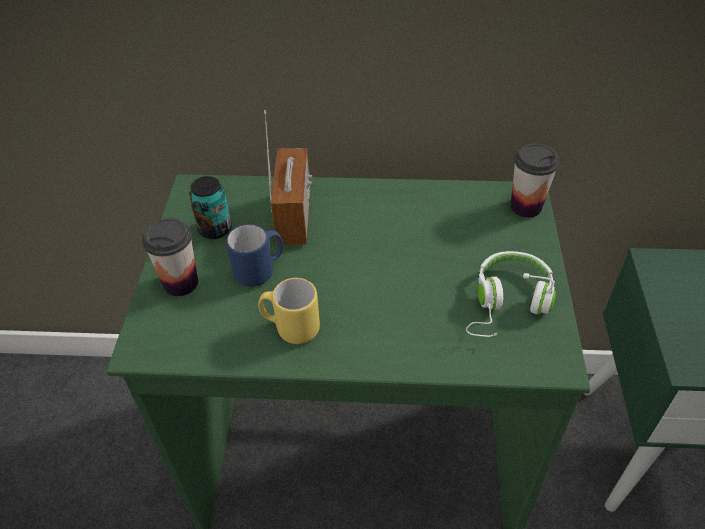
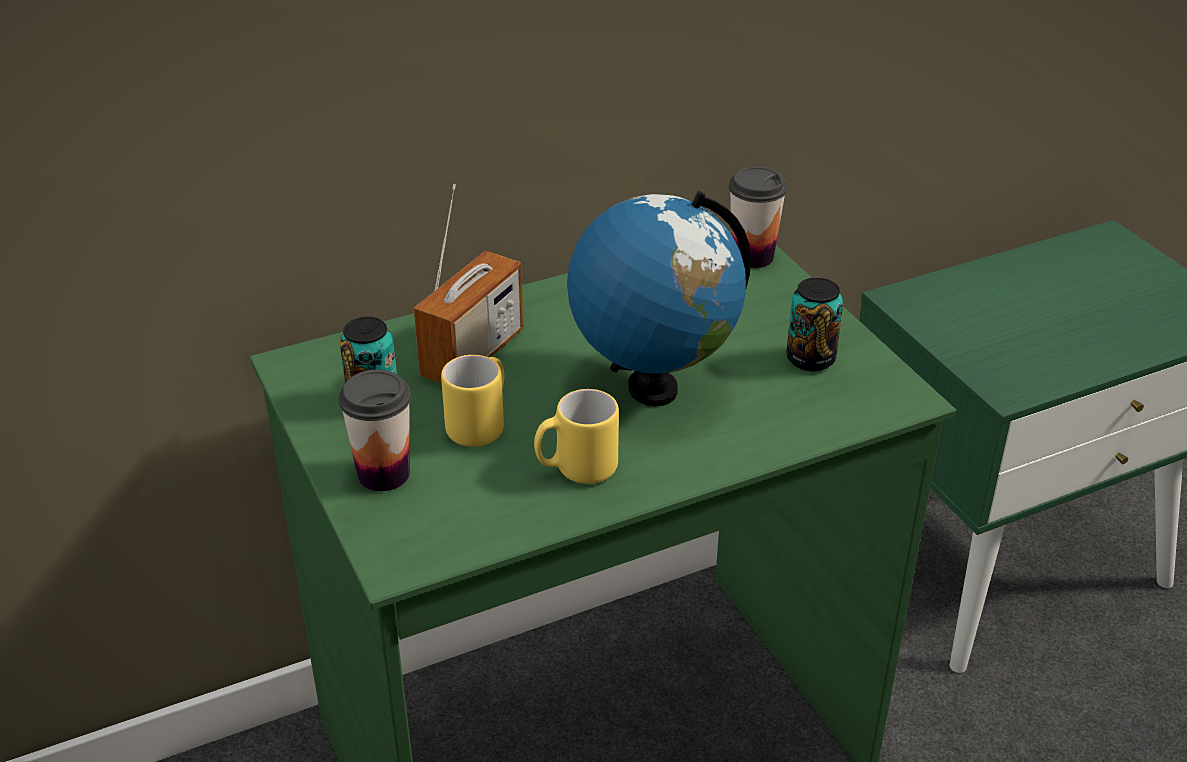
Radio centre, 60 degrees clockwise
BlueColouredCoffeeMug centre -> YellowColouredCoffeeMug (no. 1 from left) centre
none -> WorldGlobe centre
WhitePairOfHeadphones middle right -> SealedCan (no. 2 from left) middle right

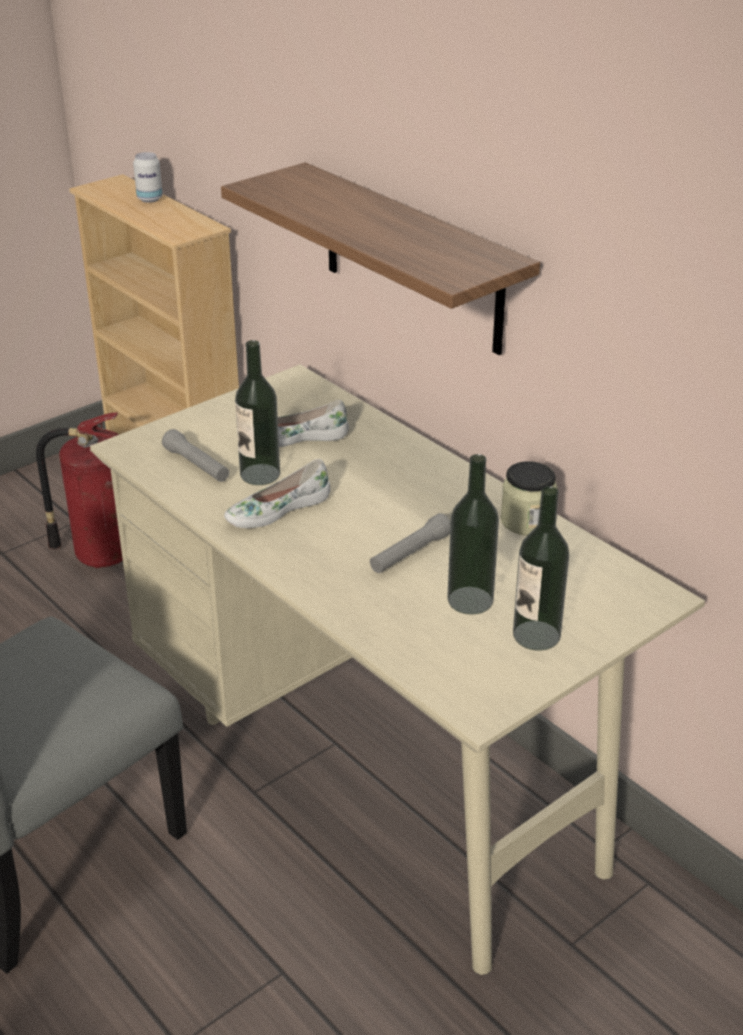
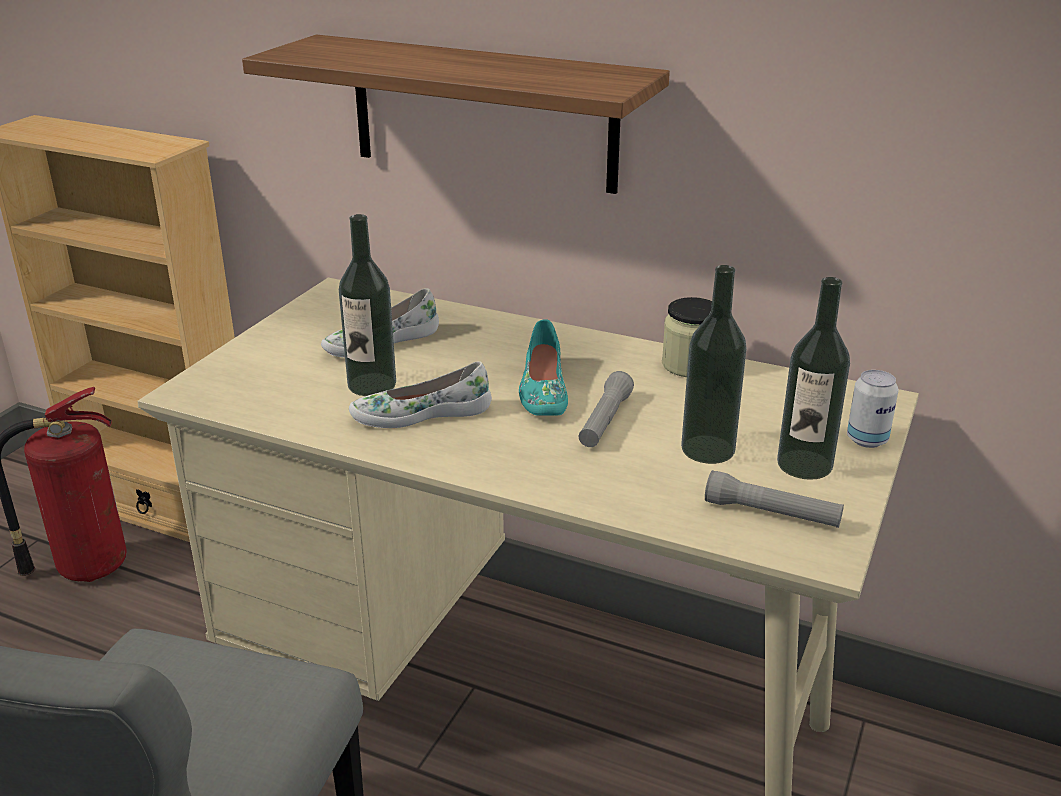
WhiteShoe (no. 1 from left in the first image) centre -> WhiteShoe (no. 2 from left) centre, 45 degrees clockwise
none -> BlueGreenShoe centre
GreyishTorch (no. 1 from left in the first image) middle left -> GreyishTorch (no. 2 from left) middle right, shifted
SealedCan top left -> SealedCan middle right, shifted

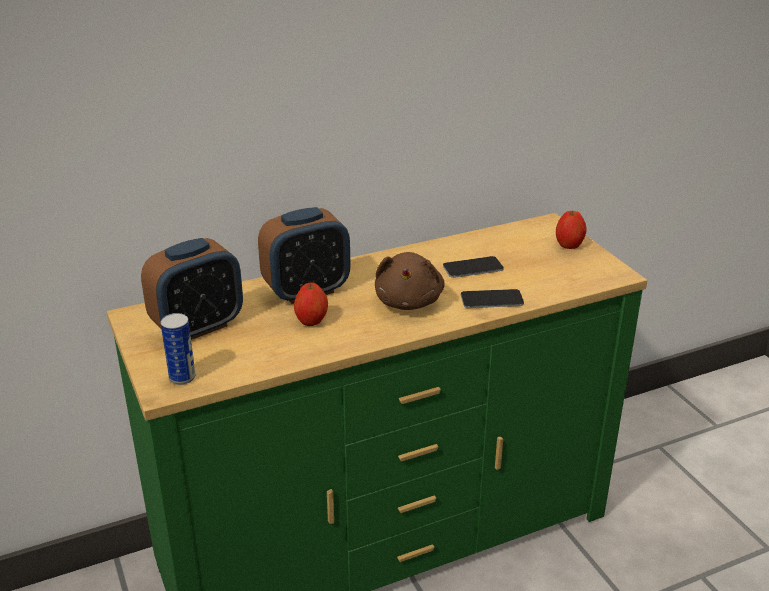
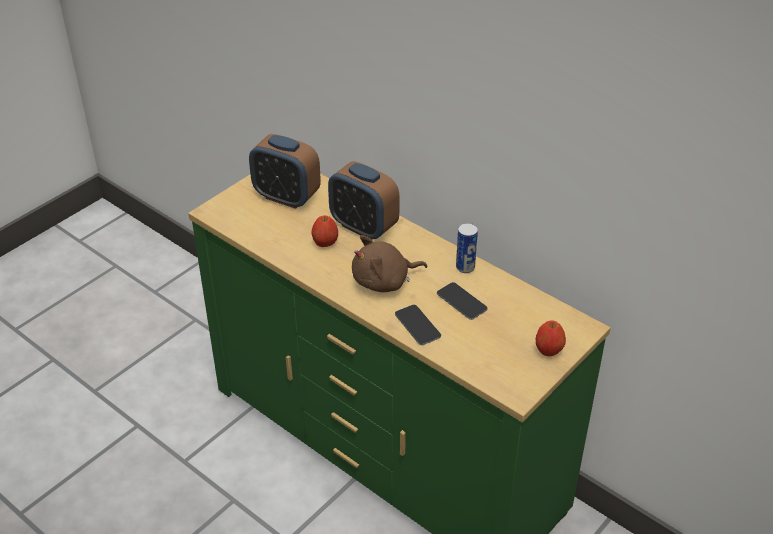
SealedCan middle left -> SealedCan centre, shifted

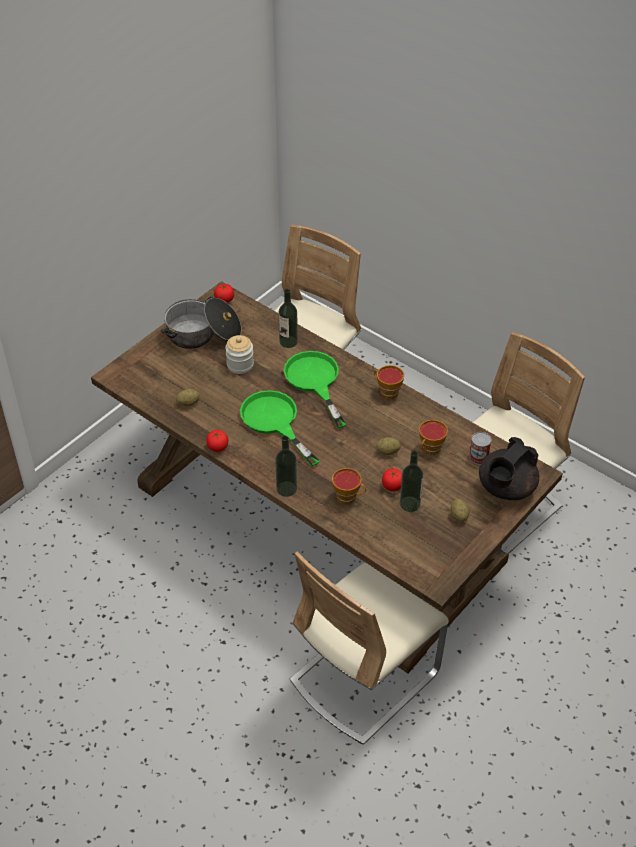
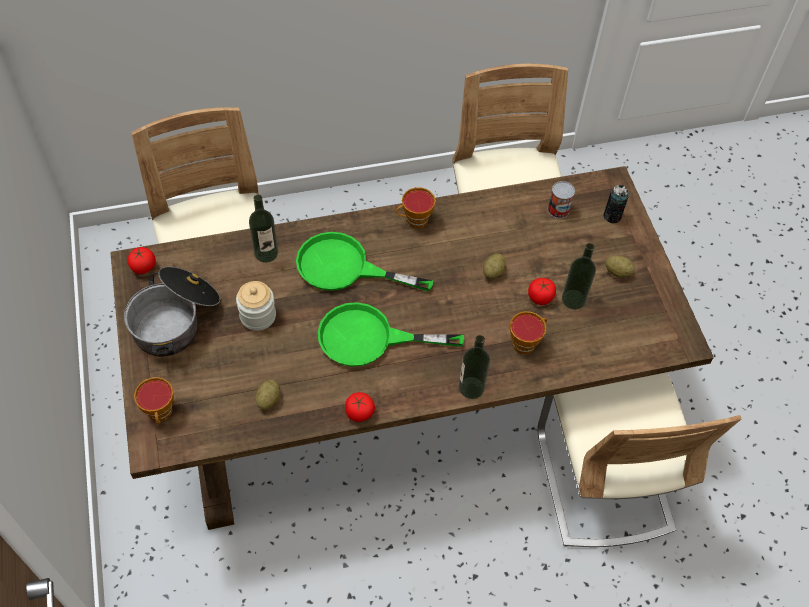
Cup (no. 3 from left in the first image) middle right -> Cup (no. 1 from left) middle left, shifted
BlackishPotForTea middle right -> SealedCan (no. 2 from left) middle right

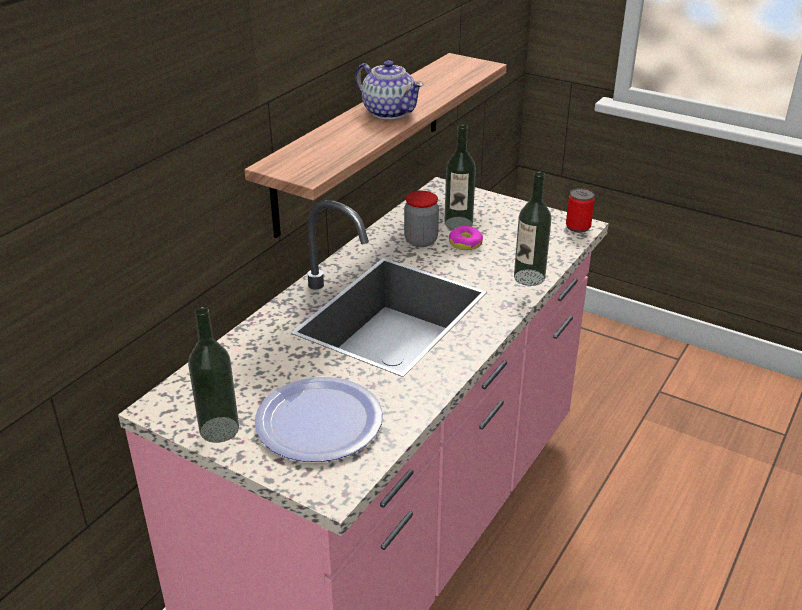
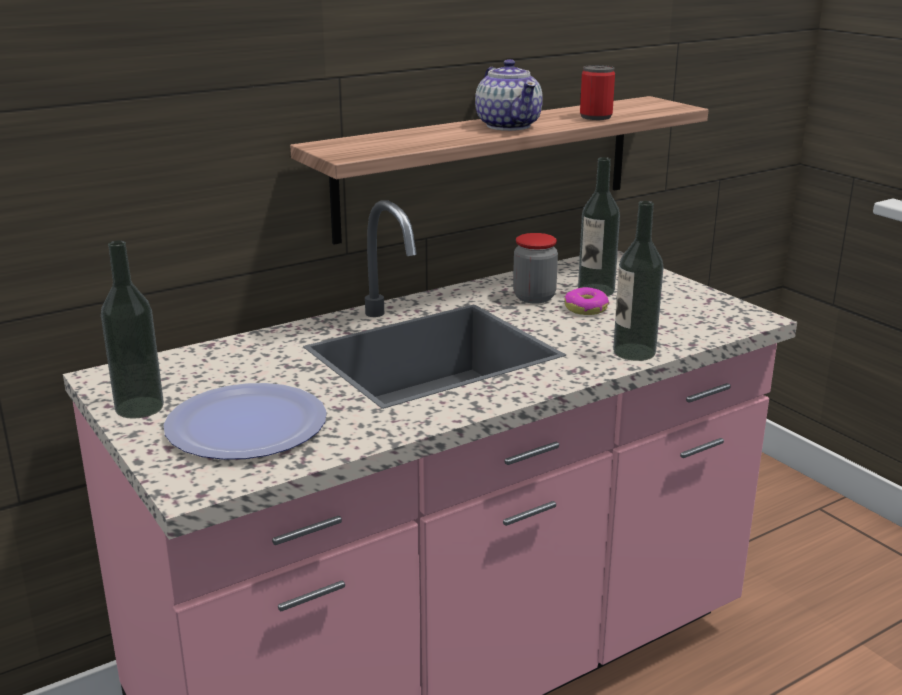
SealedCan middle right -> SealedCan top centre, shifted

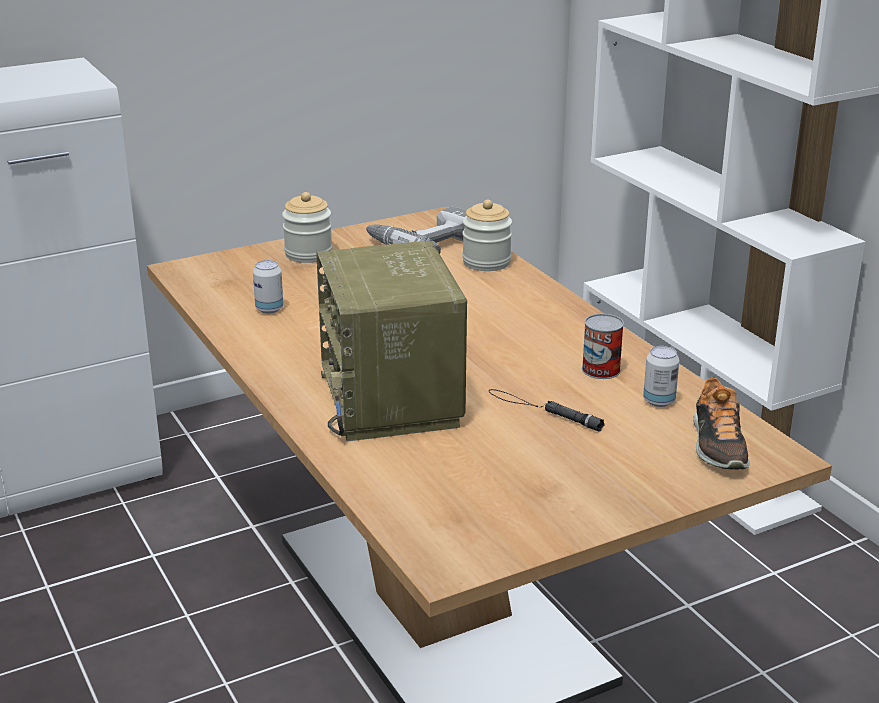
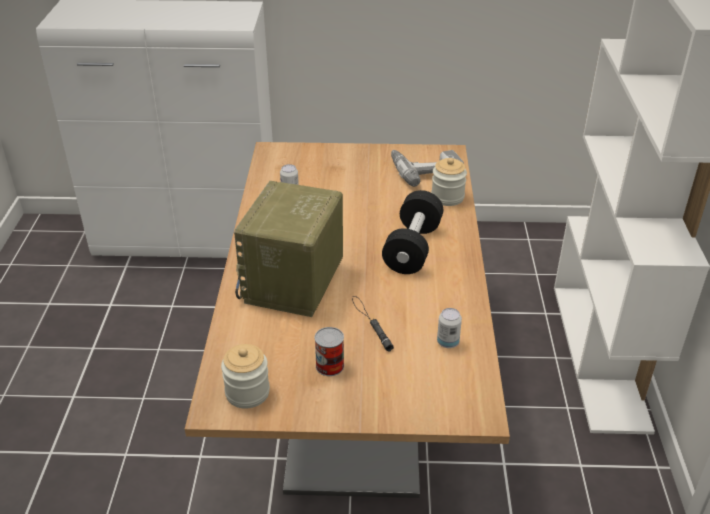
PreserveJar (no. 1 from left) top centre -> PreserveJar (no. 1 from left) bottom centre, shifted
SealedCan (no. 2 from left) middle right -> SealedCan (no. 2 from left) bottom centre, shifted
none -> BlackishHandWeight centre
Shoe middle right -> none

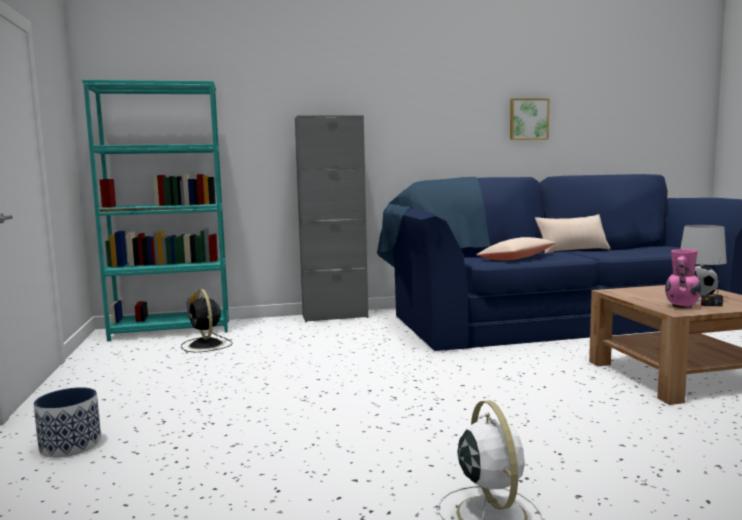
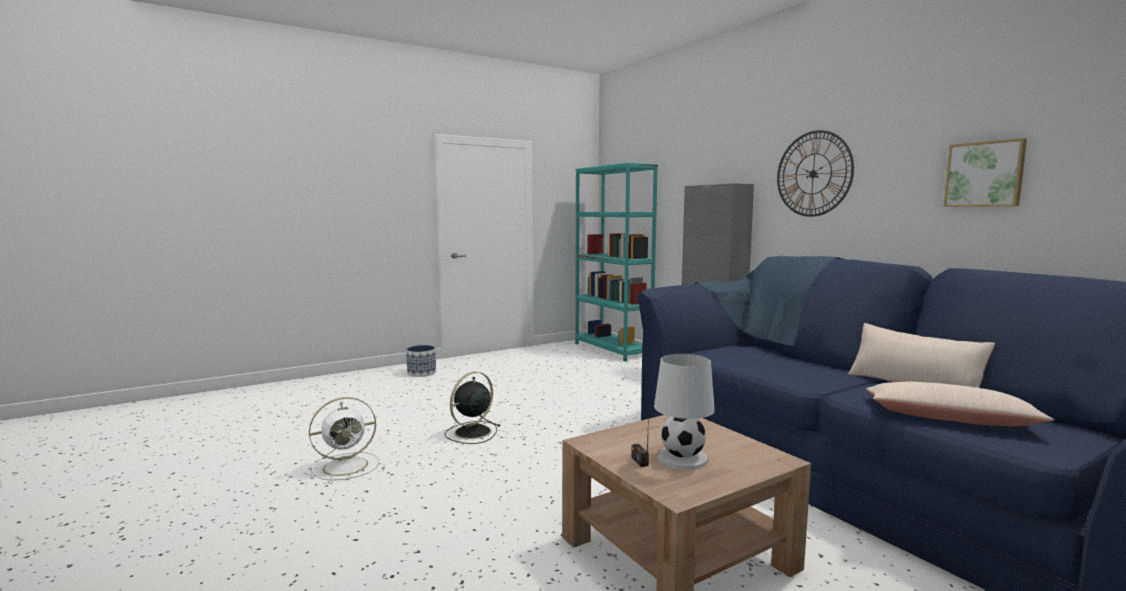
BlackishElectricFan middle left -> BlackishElectricFan bottom centre, shifted
none -> WallClock top right
SandColouredThrowPillow (no. 1 from left in the first image) middle right -> SandColouredThrowPillow (no. 2 from left) bottom right, shifted
PinkishFlowerVase middle right -> none

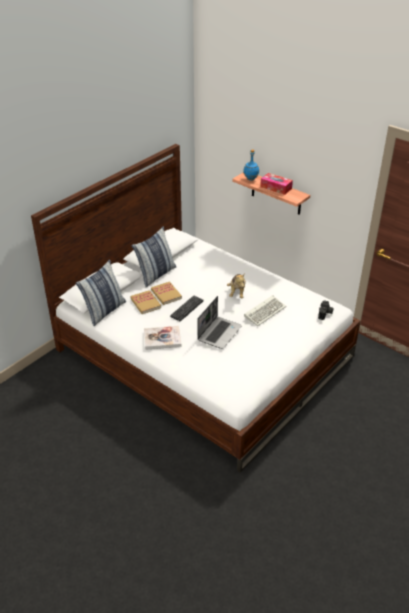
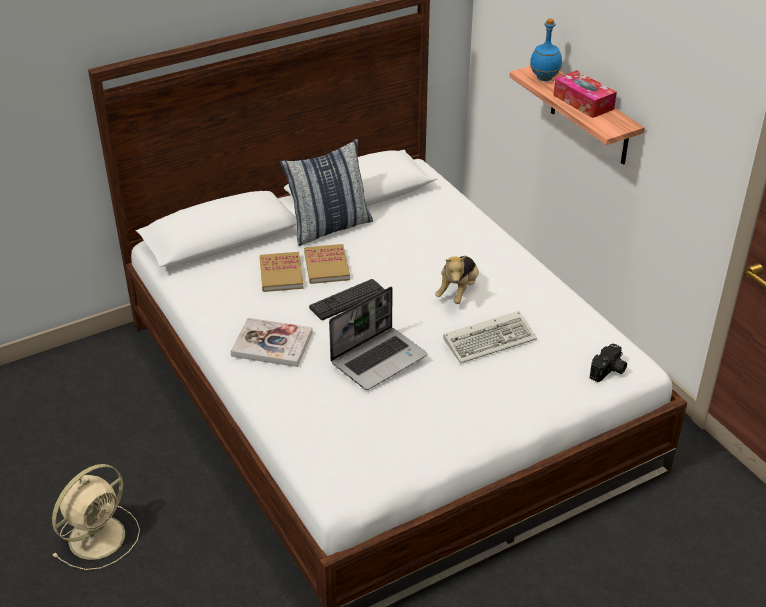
none -> SandColouredElectricFan bottom left
ThrowPillow (no. 1 from left) middle left -> none

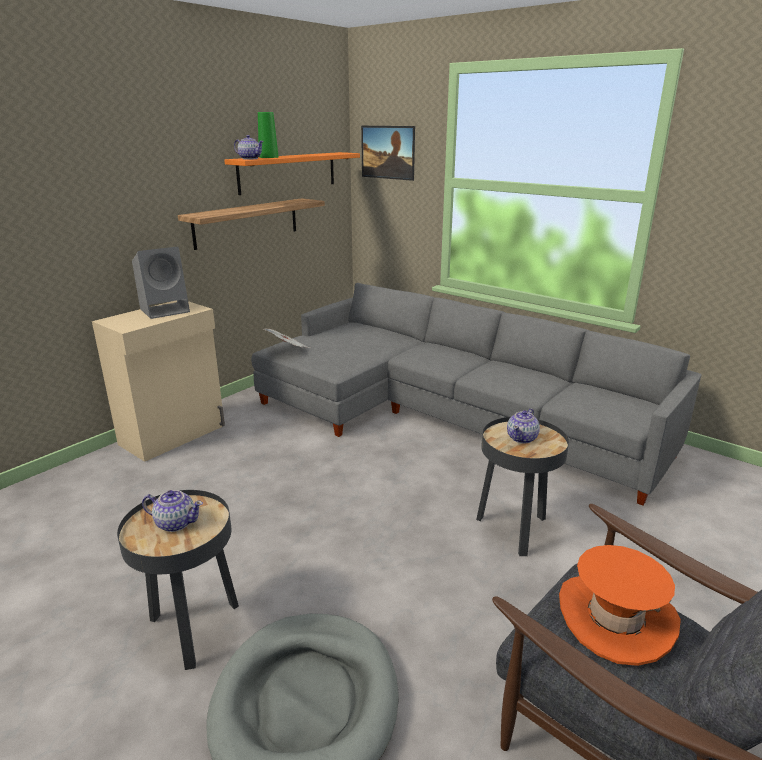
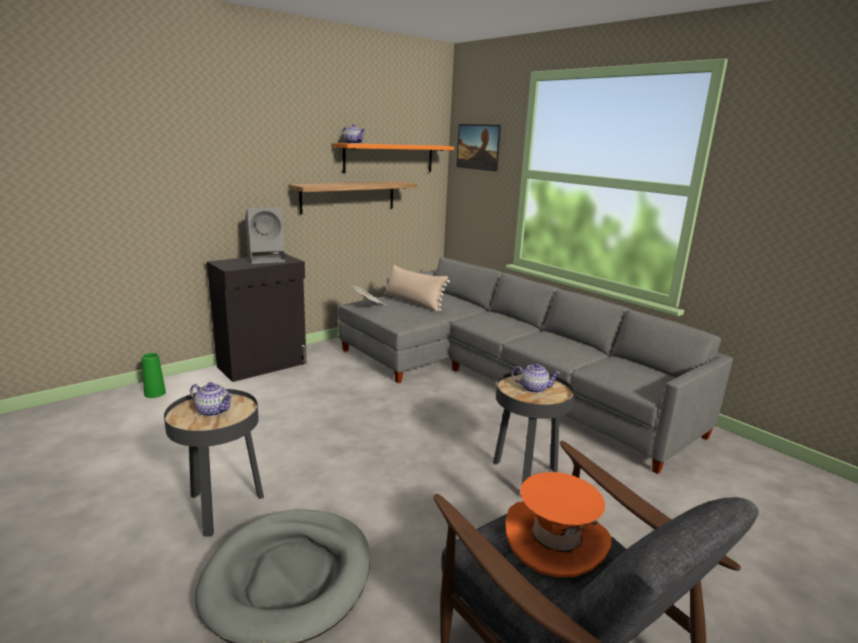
GreenFlowerVase top centre -> GreenFlowerVase middle left, shifted
SandColouredCabinet middle left -> BlackishCabinet middle left
none -> SandColouredThrowPillow centre
PotForTea (no. 3 from left) middle right -> PotForTea (no. 3 from left) centre, 120 degrees counterclockwise

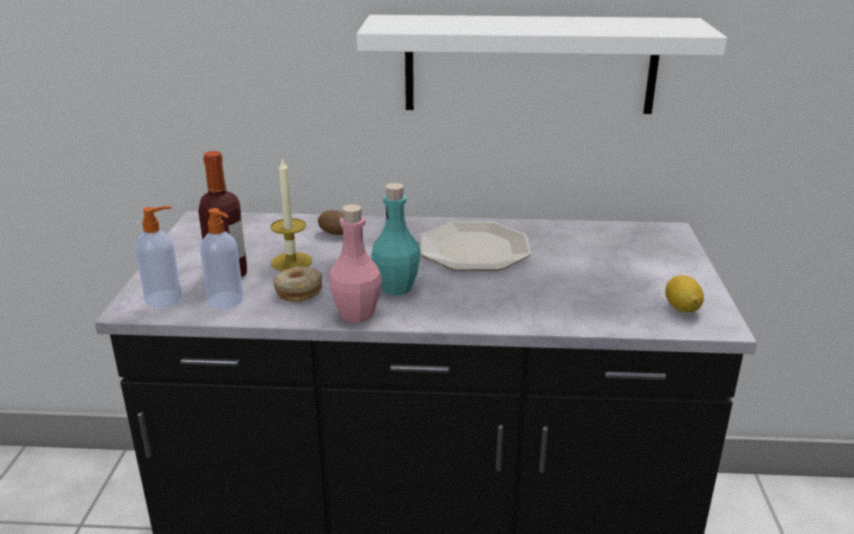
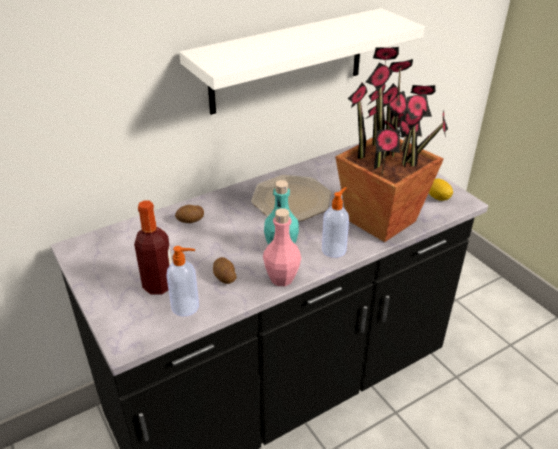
RingDoughnut centre -> WholePotato (no. 2 from left) centre
SoapDispenser (no. 1 from left in the first image) middle left -> SoapDispenser (no. 2 from left) centre, shifted
none -> Houseplant top right
WaxLight centre -> none

